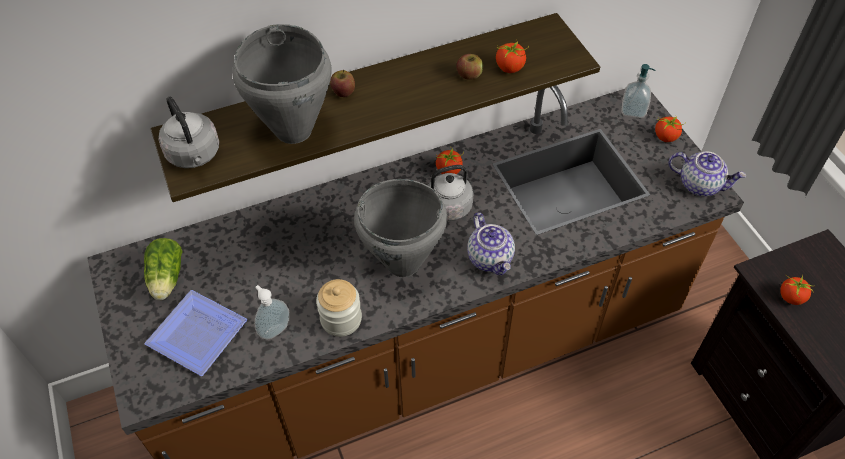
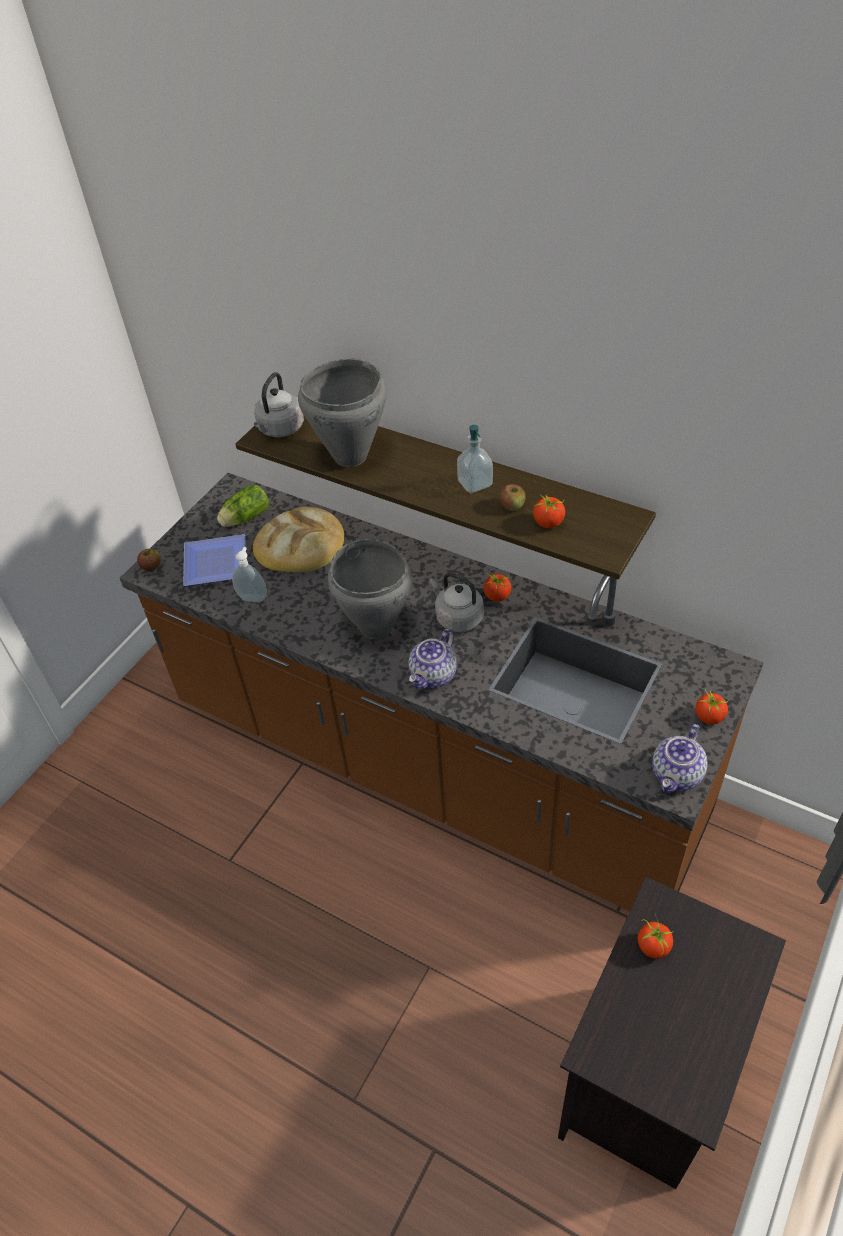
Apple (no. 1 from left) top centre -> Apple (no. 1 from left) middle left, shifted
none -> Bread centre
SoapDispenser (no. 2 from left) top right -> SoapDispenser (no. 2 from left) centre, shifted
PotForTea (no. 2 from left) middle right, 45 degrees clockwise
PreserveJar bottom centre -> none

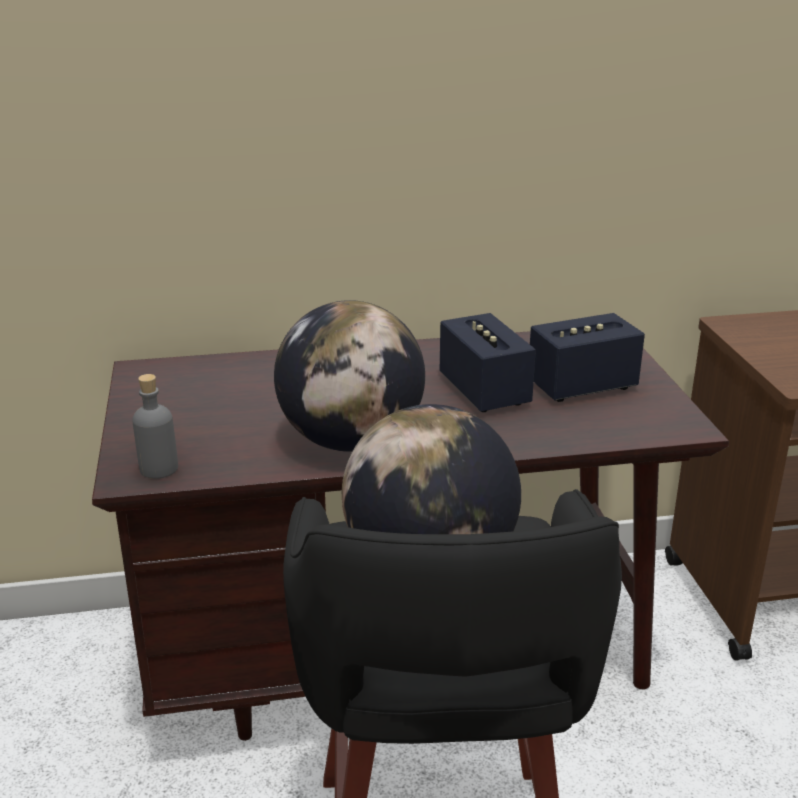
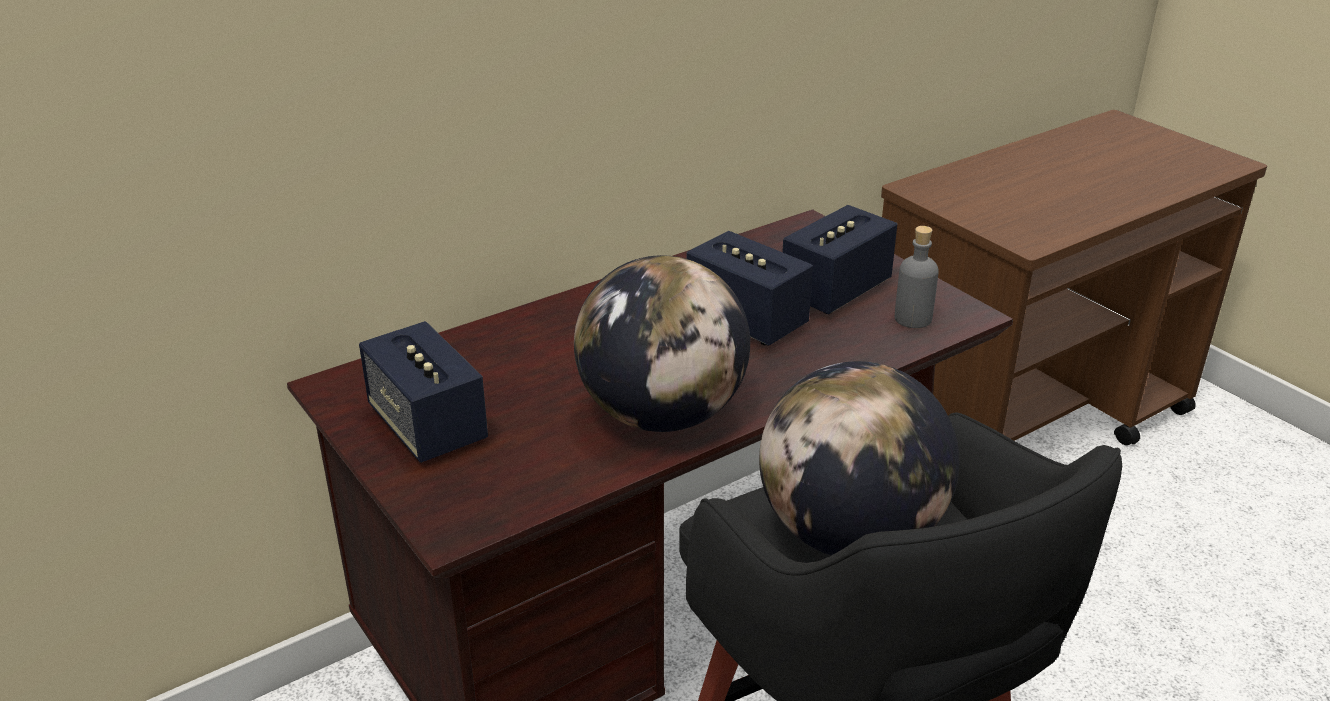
none -> Speaker (no. 1 from left) middle left
GreyishBeverageBottle middle left -> GreyishBeverageBottle middle right, shifted

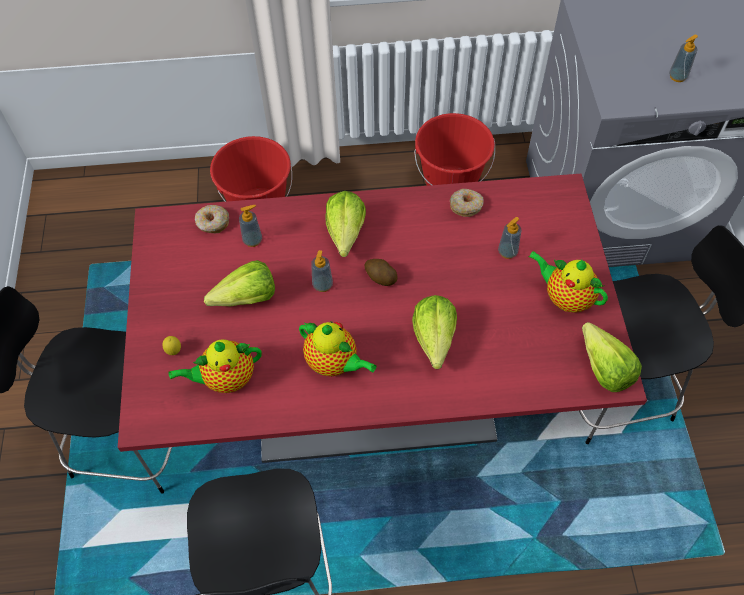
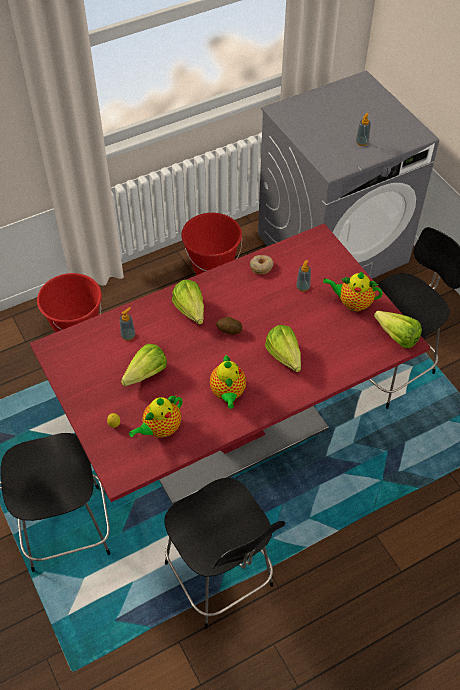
PotForTea (no. 2 from left) centre, 75 degrees clockwise
RingDoughnut (no. 1 from left) middle left -> none
SoapDispenser (no. 2 from left) centre -> none

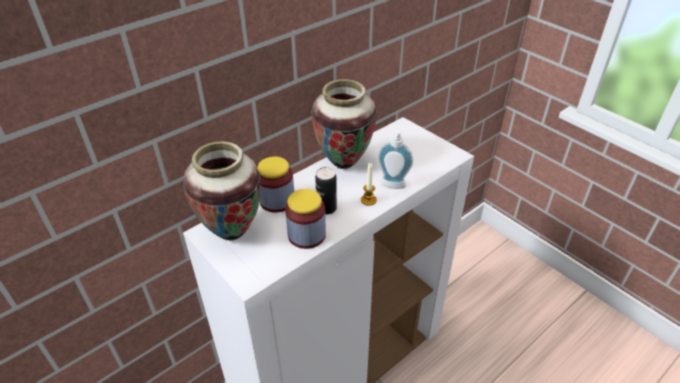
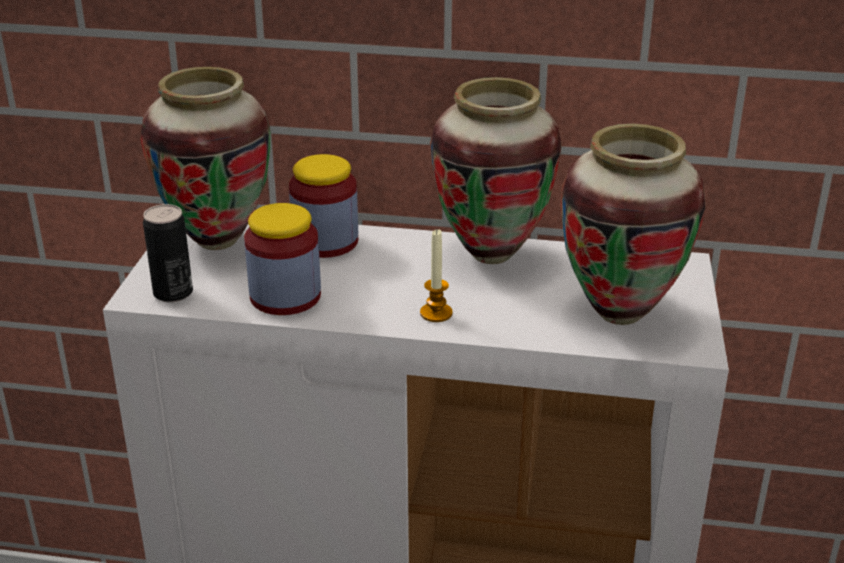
SealedCan centre -> SealedCan middle left, shifted
none -> FlowerVase (no. 3 from left) middle right
SoapDispenser centre -> none

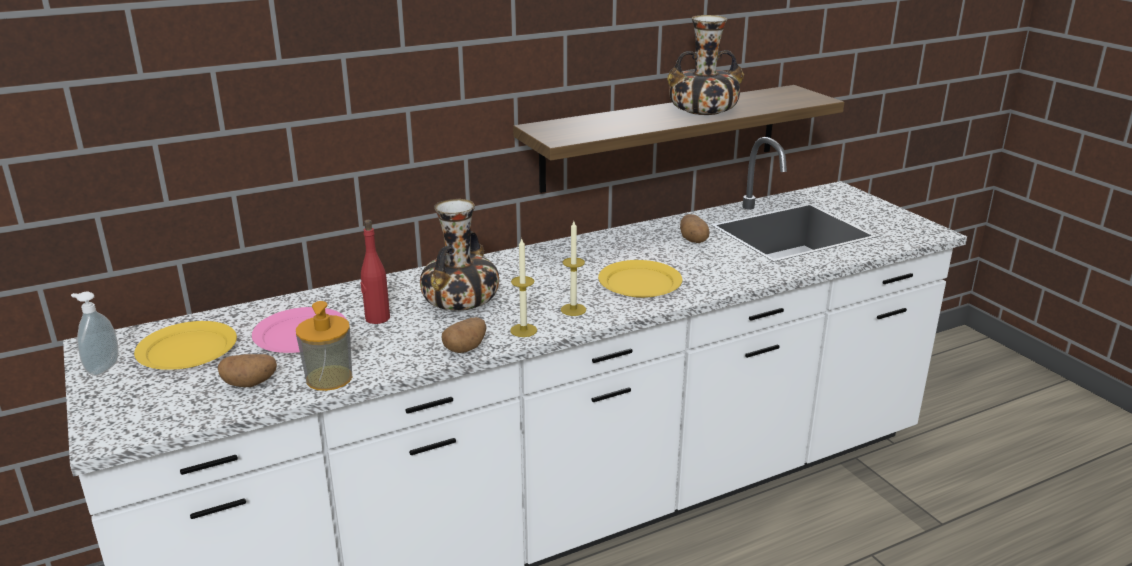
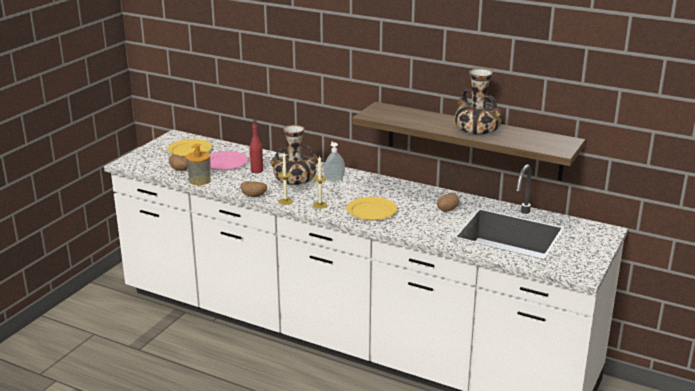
SoapDispenser (no. 1 from left in the first image) middle left -> SoapDispenser (no. 2 from left) centre, shifted

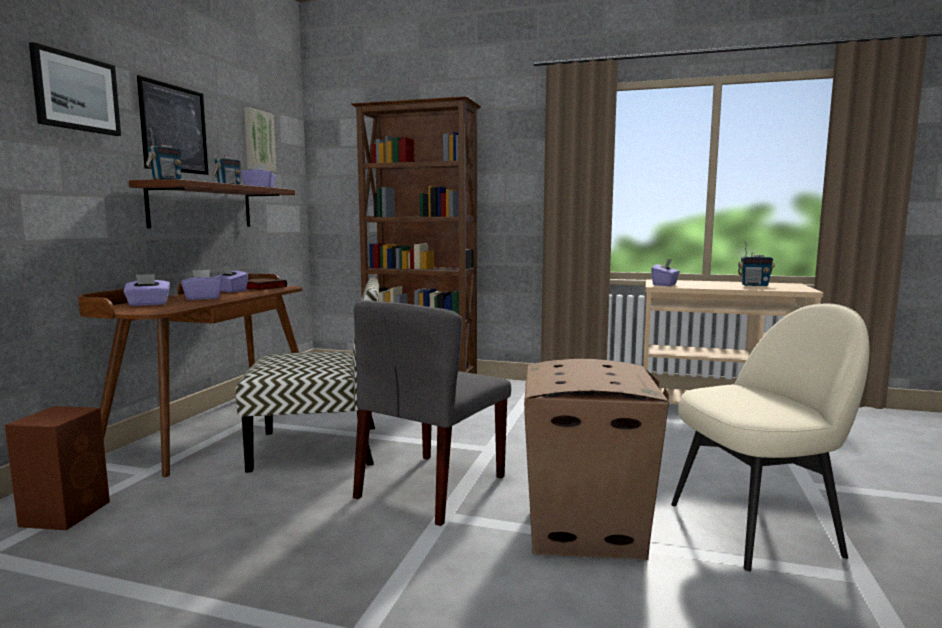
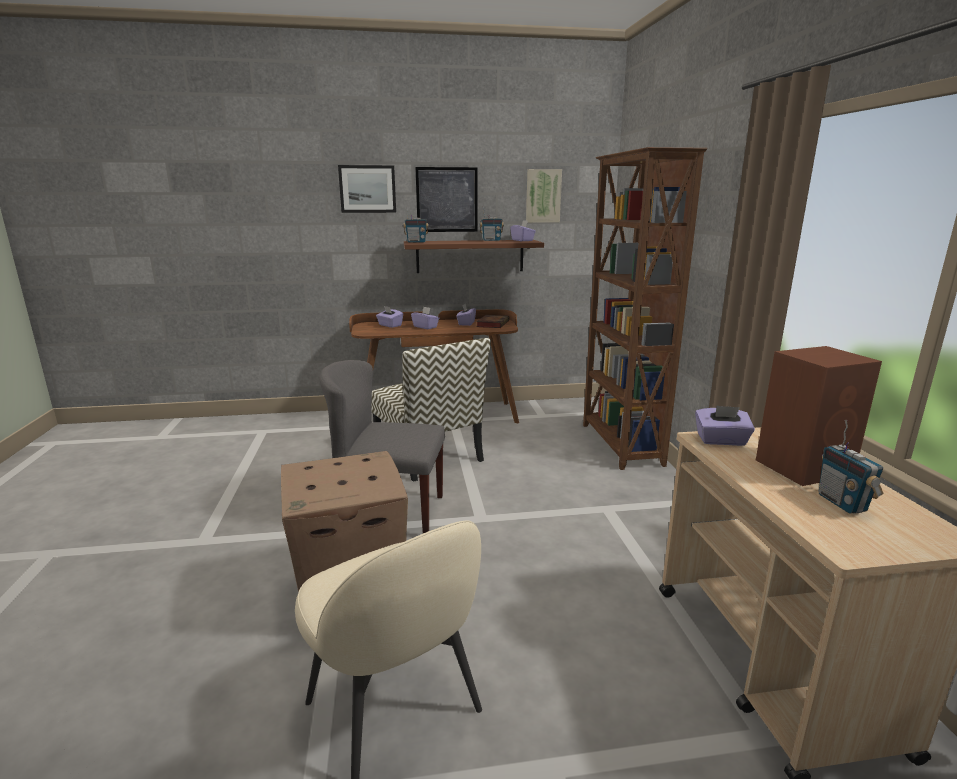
BrownishSpeaker bottom left -> BrownishSpeaker middle right, shifted

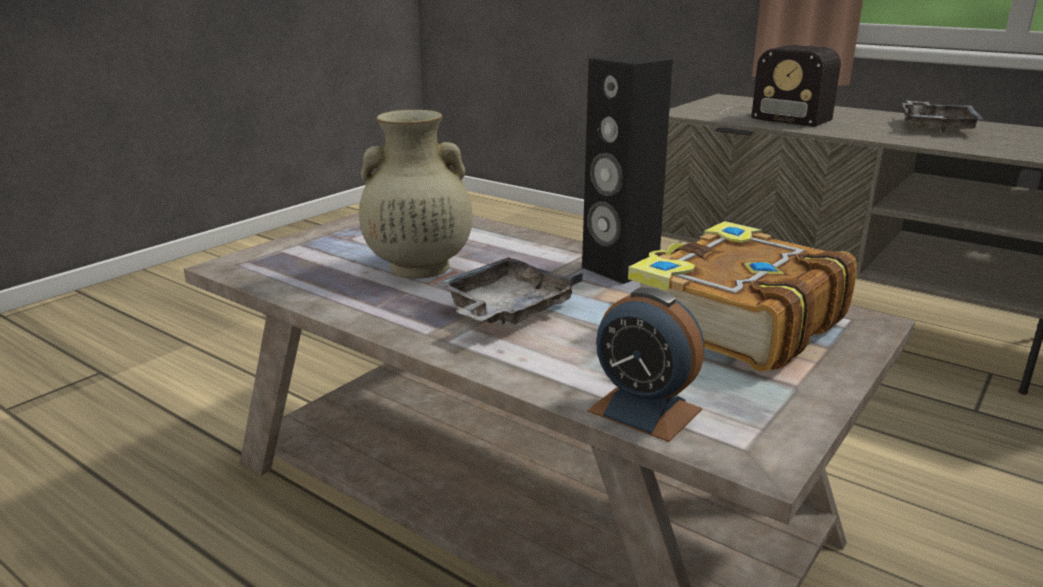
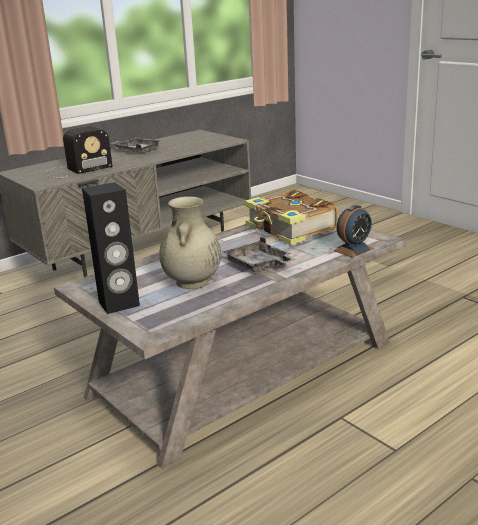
BlackishSpeaker top centre -> BlackishSpeaker middle left, shifted

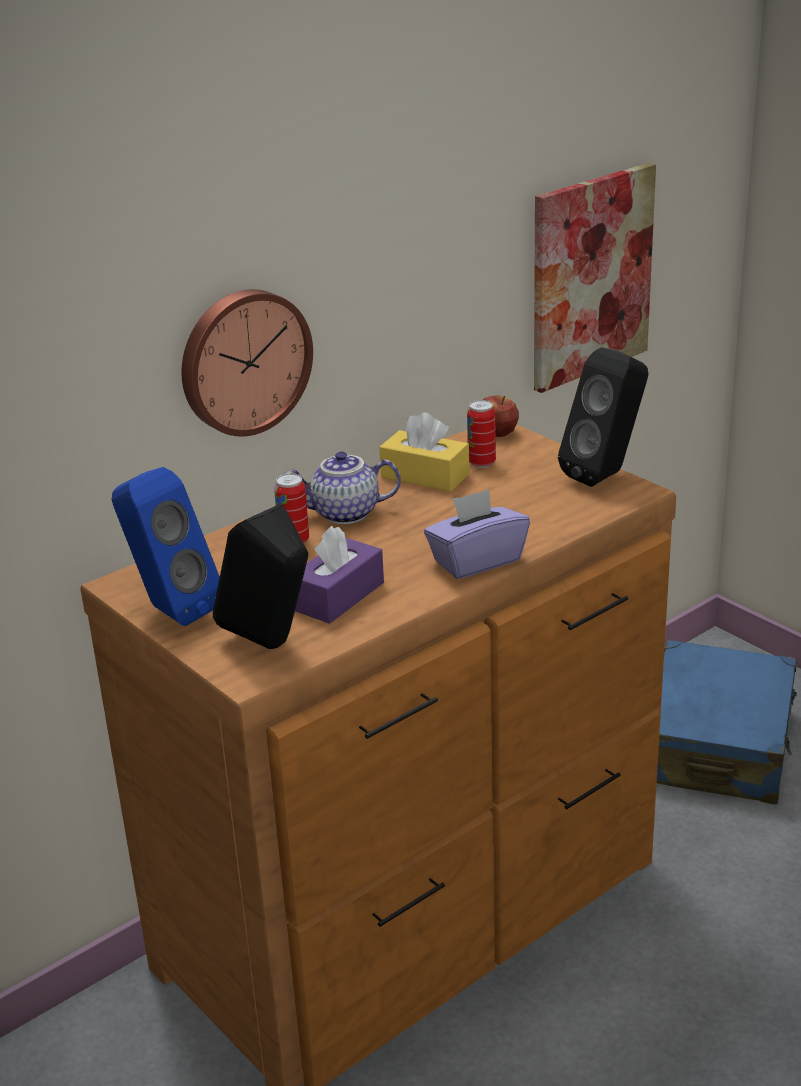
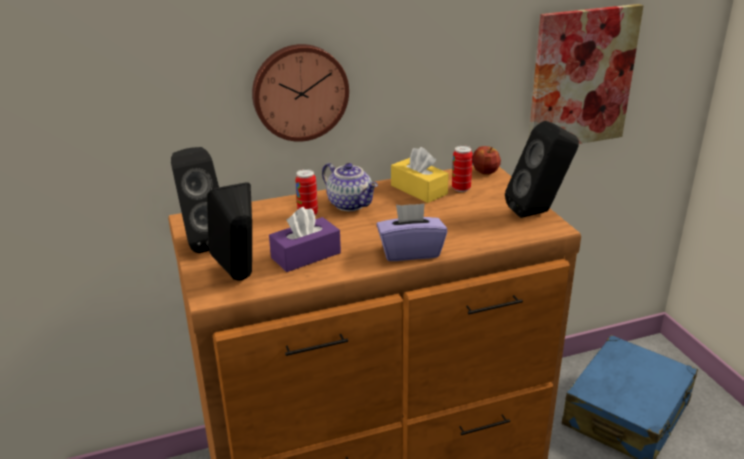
BlueColouredSpeaker middle left -> BlackishSpeaker (no. 1 from left) middle left
PotForTea centre, 150 degrees counterclockwise

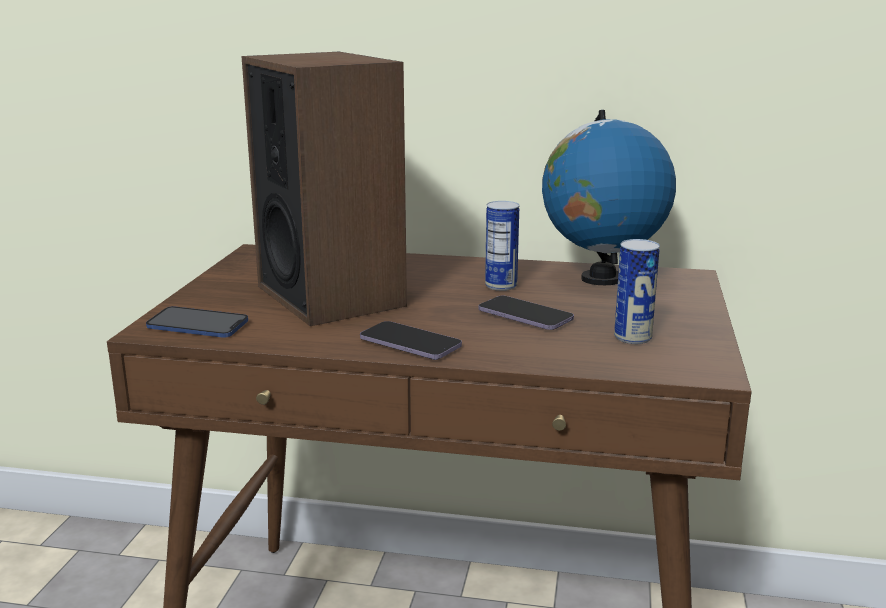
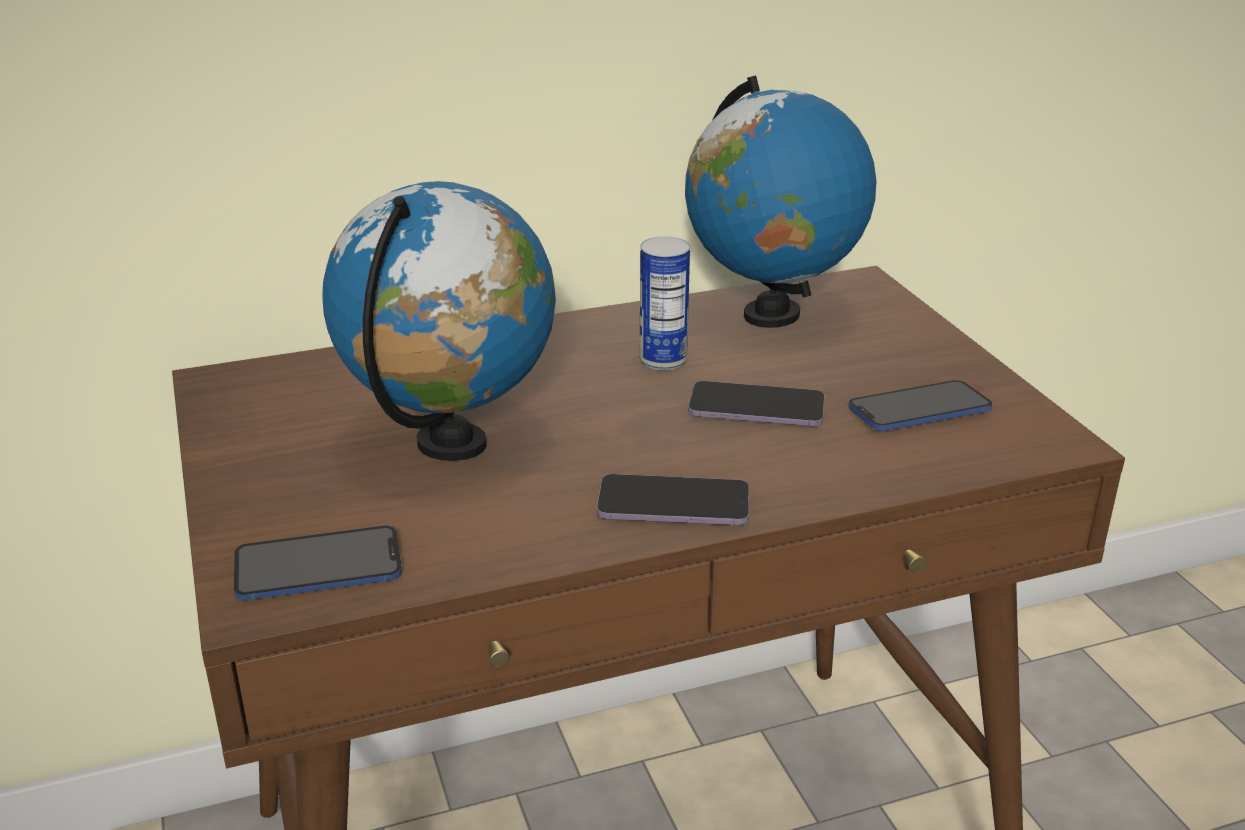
Speaker top centre -> WorldGlobe (no. 1 from left) centre
SealedCan (no. 2 from left) middle right -> Phone (no. 4 from left) middle right

